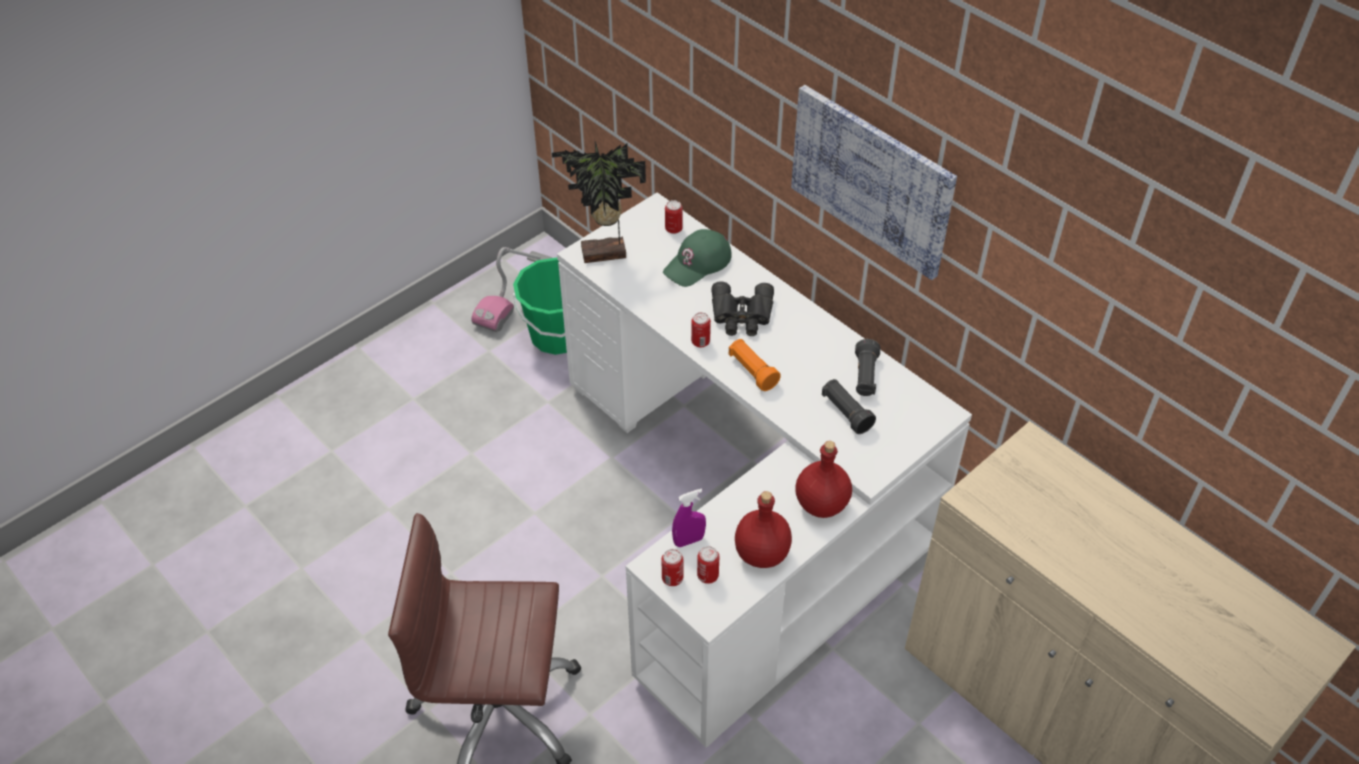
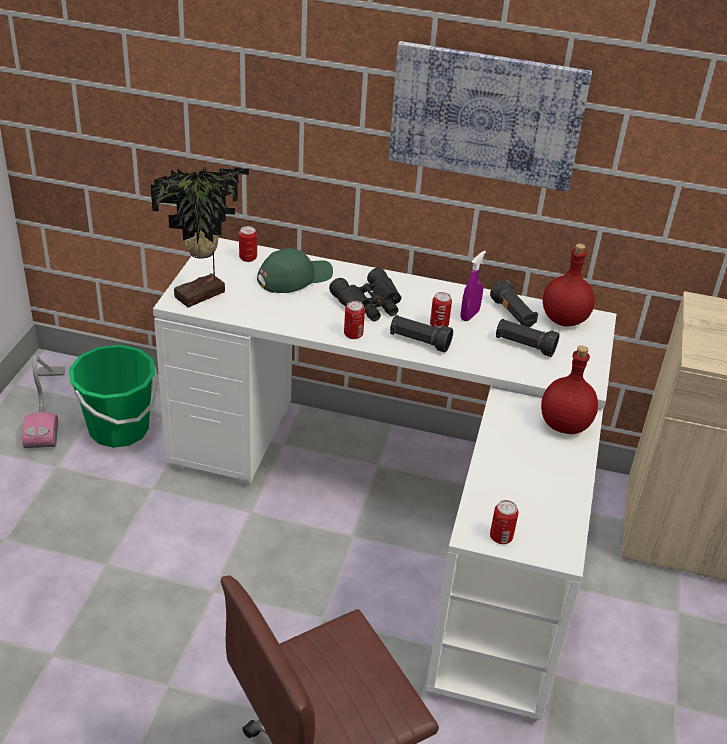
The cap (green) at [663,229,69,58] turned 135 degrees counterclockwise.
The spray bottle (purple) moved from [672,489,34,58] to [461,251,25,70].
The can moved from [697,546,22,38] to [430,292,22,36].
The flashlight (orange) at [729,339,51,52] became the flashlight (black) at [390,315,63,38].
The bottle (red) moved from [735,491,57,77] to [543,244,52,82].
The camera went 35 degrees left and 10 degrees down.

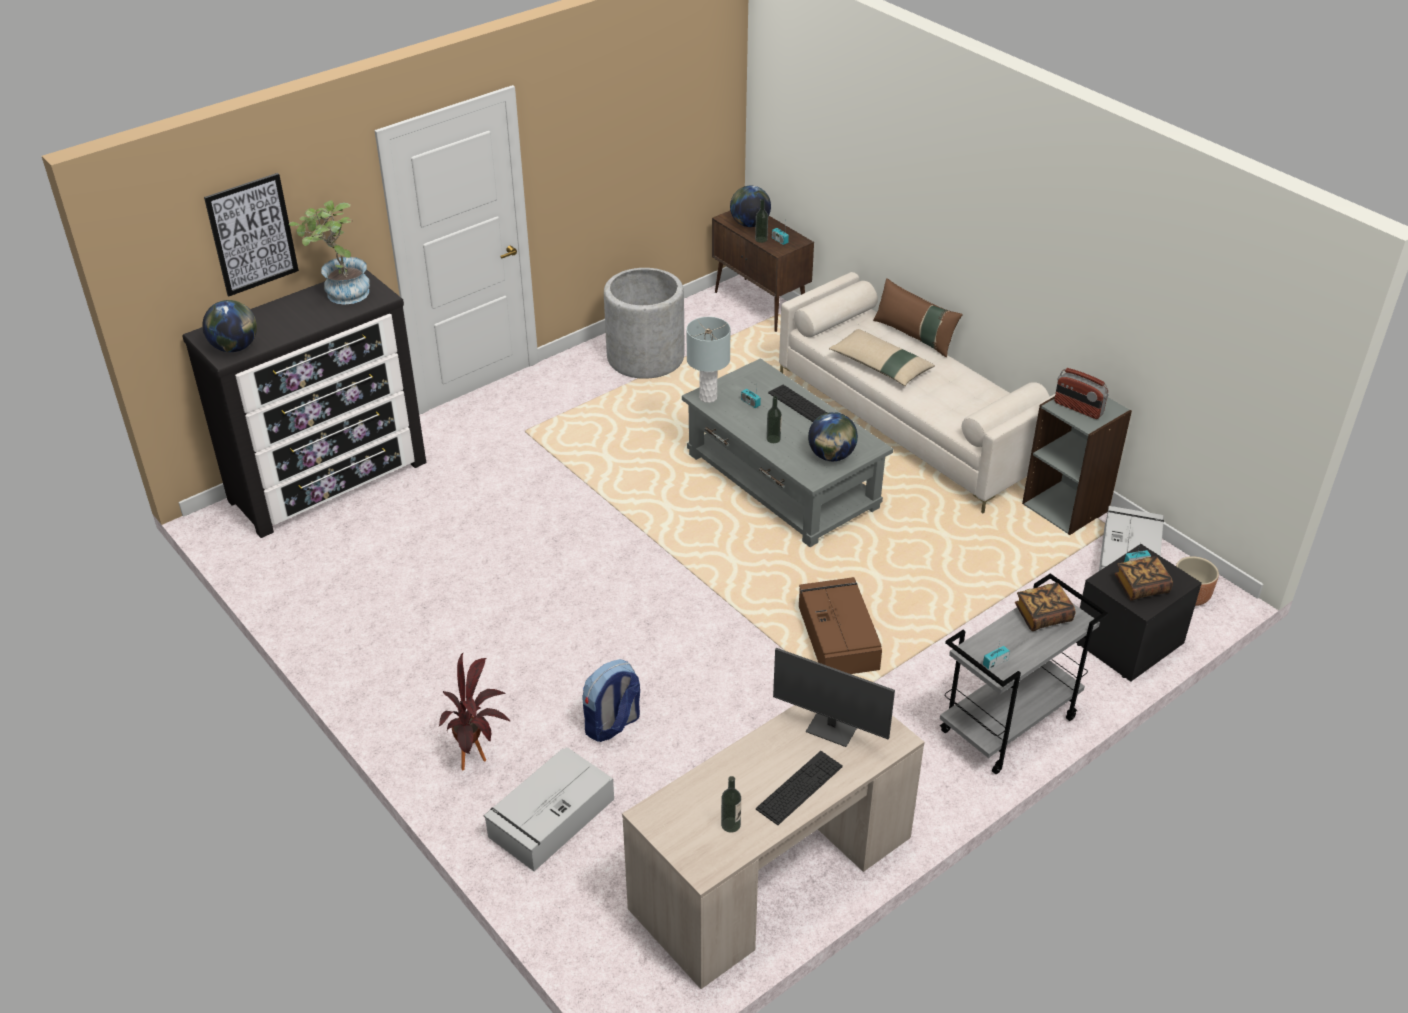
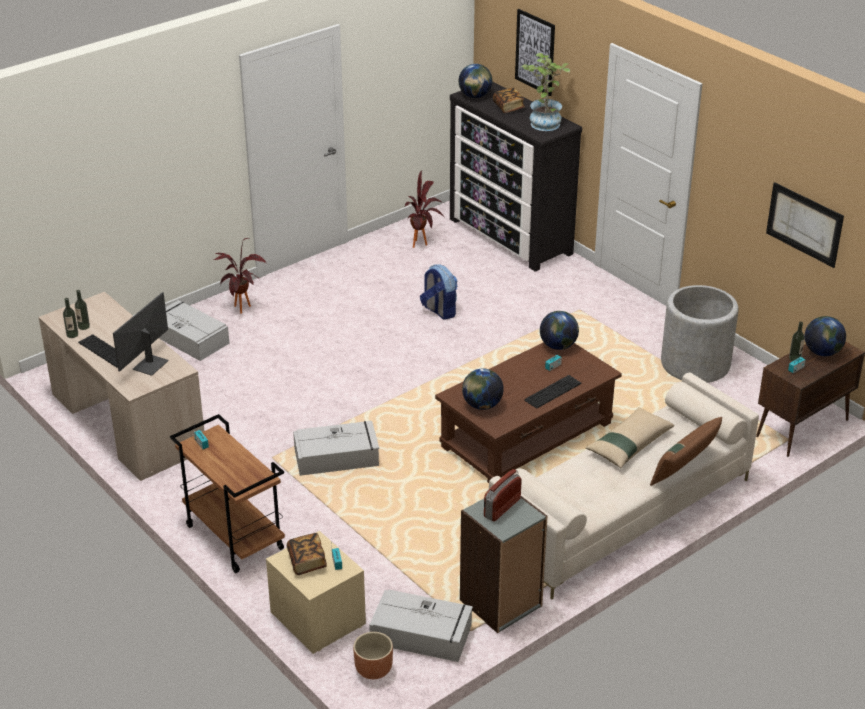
The backpack moved from [582,659,58,83] to [420,264,37,56].
The coffee table (grey) at [682,358,211,189] became the coffee table (brown) at [435,342,187,141].
The table lamp (grey) at [686,317,45,86] was replaced by the globe at [540,311,39,39].
The bottle moved from [766,396,16,47] to [63,298,15,40].
The storage box (brown) at [799,577,83,97] became the storage box (grey) at [293,421,86,55].
The cart (grey) at [940,573,168,201] became the cart (brown) at [170,414,115,159].
The book moved from [1015,583,61,48] to [493,88,32,25].
The nightstand (black) at [1076,544,126,138] became the nightstand (beige) at [266,531,100,123].
The potted plant at [404,170,40,78] appeared.
The picture at [766,182,78,86] appeared.
The camera went 90 degrees right and 5 degrees down.

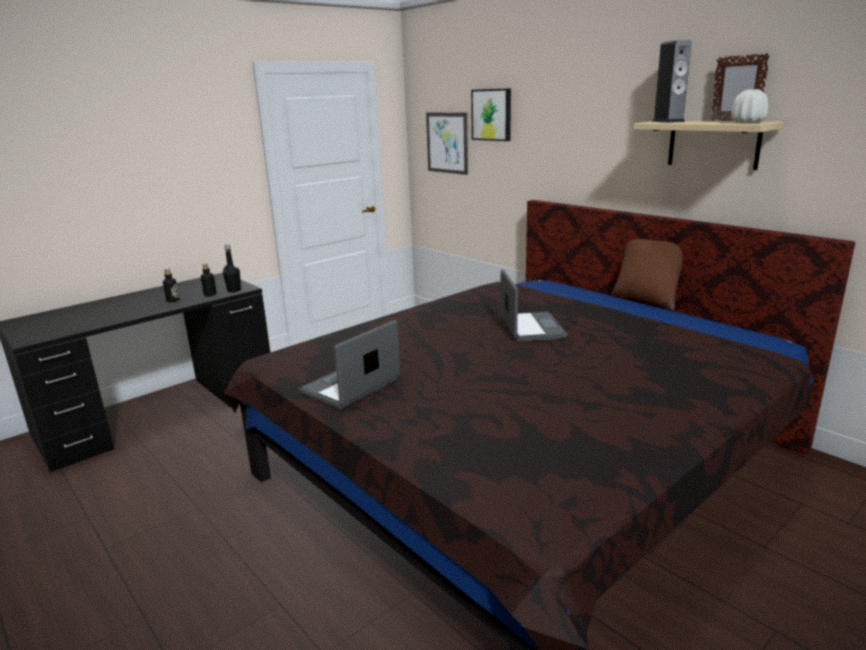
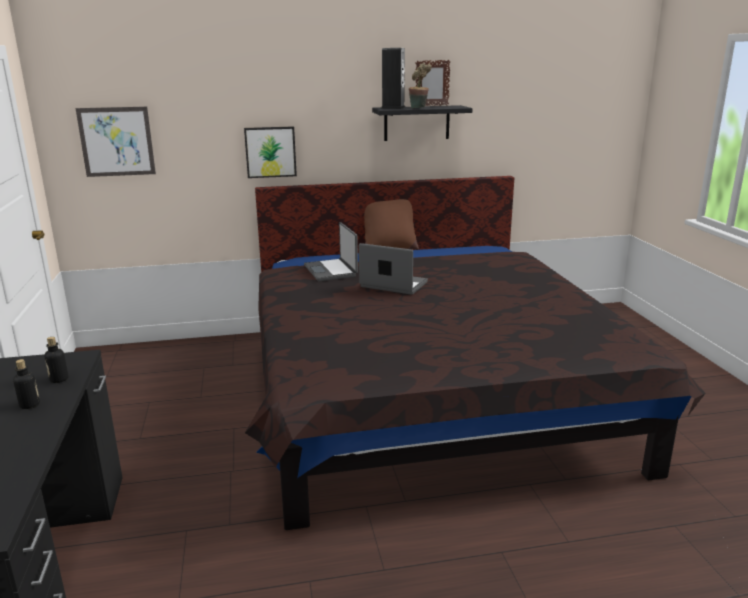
The bottle (black) at [223,244,18,48] disappeared.
The laptop moved from [299,320,101,89] to [304,222,54,59].
The picture moved from [471,88,40,53] to [244,126,53,52].
The shelf (beige) at [633,121,150,49] became the shelf (black) at [372,105,101,36].
The vase (white) at [731,89,37,34] disappeared.
The potted plant at [409,63,23,45] appeared.
The camera went 60 degrees left and 0 degrees up.

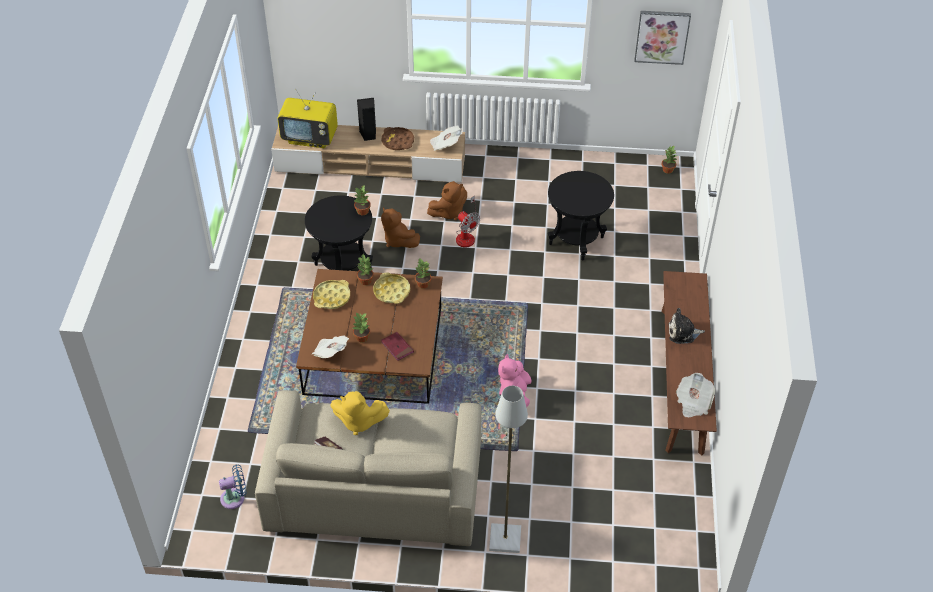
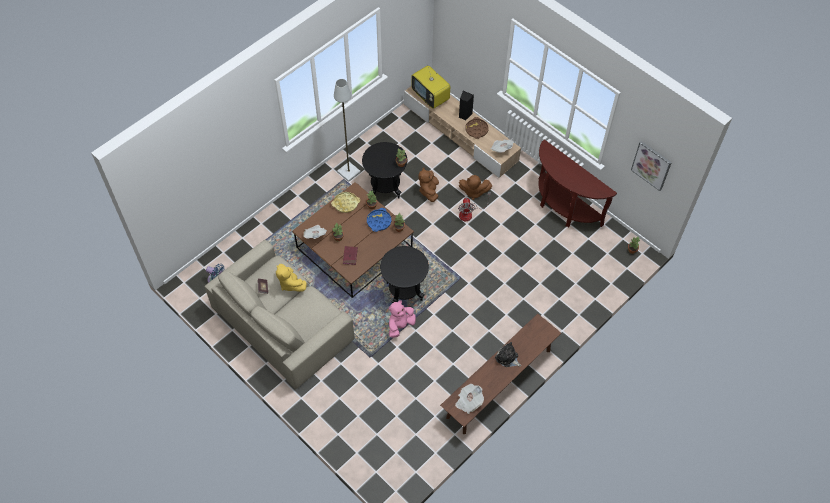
The tray (yellow) at [373,272,37,32] became the tray (blue) at [367,208,24,24].
The floor lamp (grey) moved from [489,386,39,167] to [334,79,27,103].
The side table (black) moved from [548,171,66,89] to [380,246,49,57].
The console table (brown) at [538,139,79,88] appeared.
The camera went 40 degrees right and 10 degrees up.

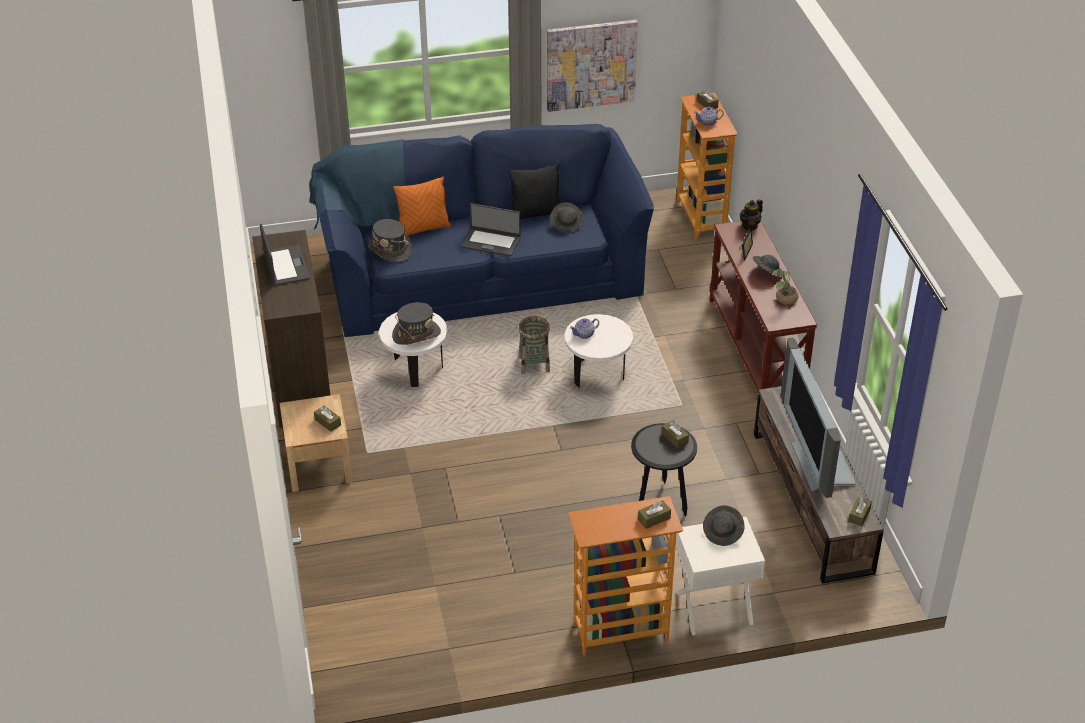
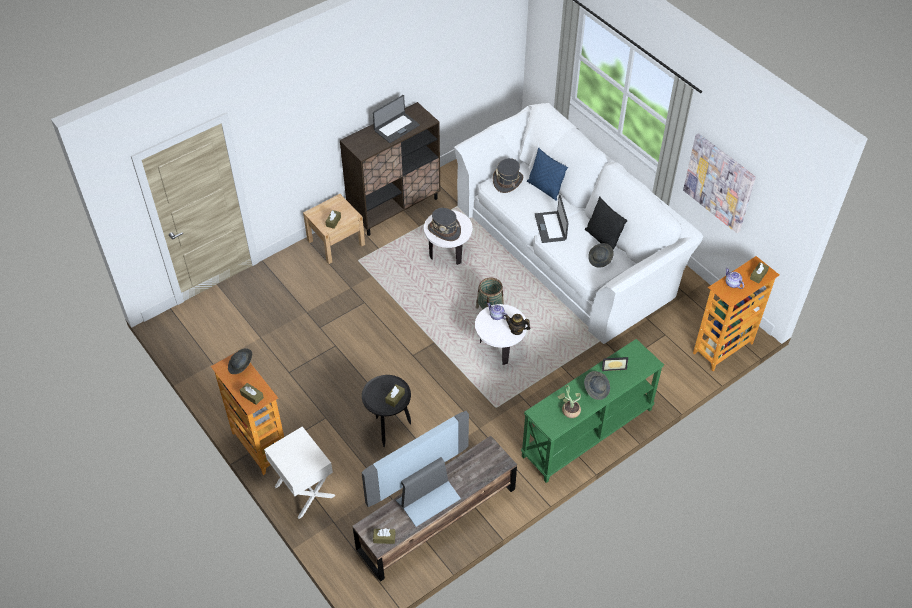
The sofa (blue) at [309,124,345,213] became the sofa (white) at [454,103,249,241].
The pillow (orange) at [393,176,58,60] became the pillow (blue) at [527,148,41,53].
The hat (grey) moved from [703,505,42,41] to [228,348,24,26].
The console table (brown) at [709,221,108,170] became the console table (green) at [521,339,143,144].
The teapot moved from [740,199,23,31] to [505,314,26,21].
The camera went 65 degrees right and 10 degrees up.

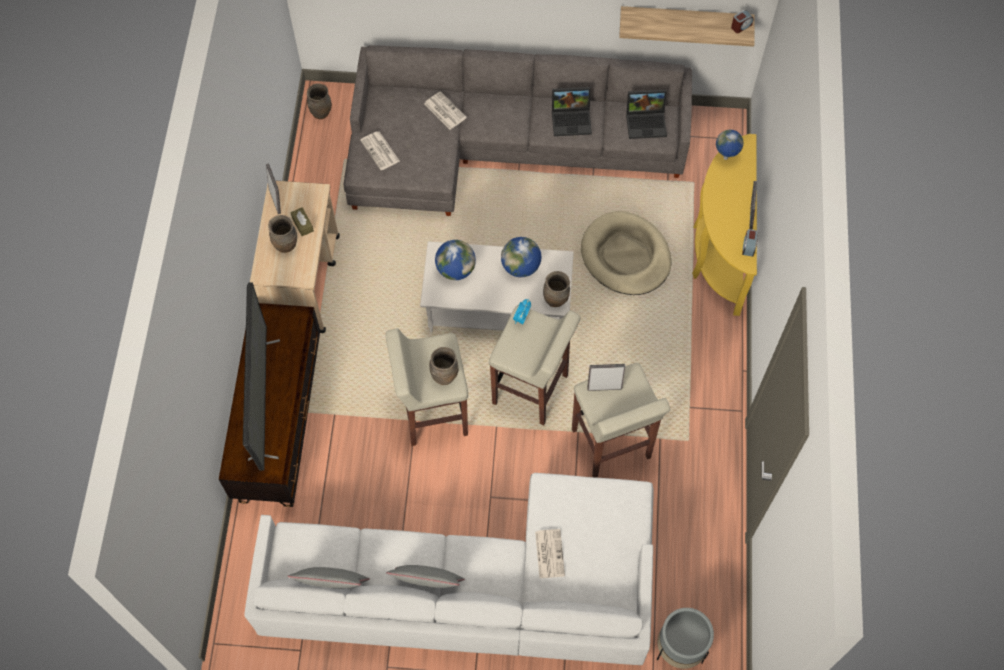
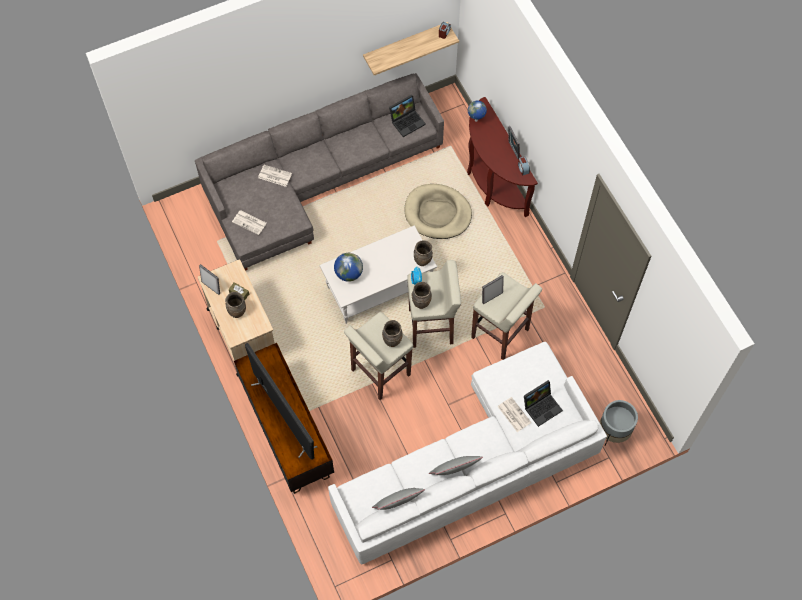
The vase (brown) moved from [307,83,25,36] to [411,282,21,27].
The globe at [501,237,40,40] disappeared.
The laptop moved from [552,87,40,49] to [524,380,39,47].
The console table (yellow) at [692,134,65,182] became the console table (brown) at [467,97,71,120].
The camera went 30 degrees left and 0 degrees up.

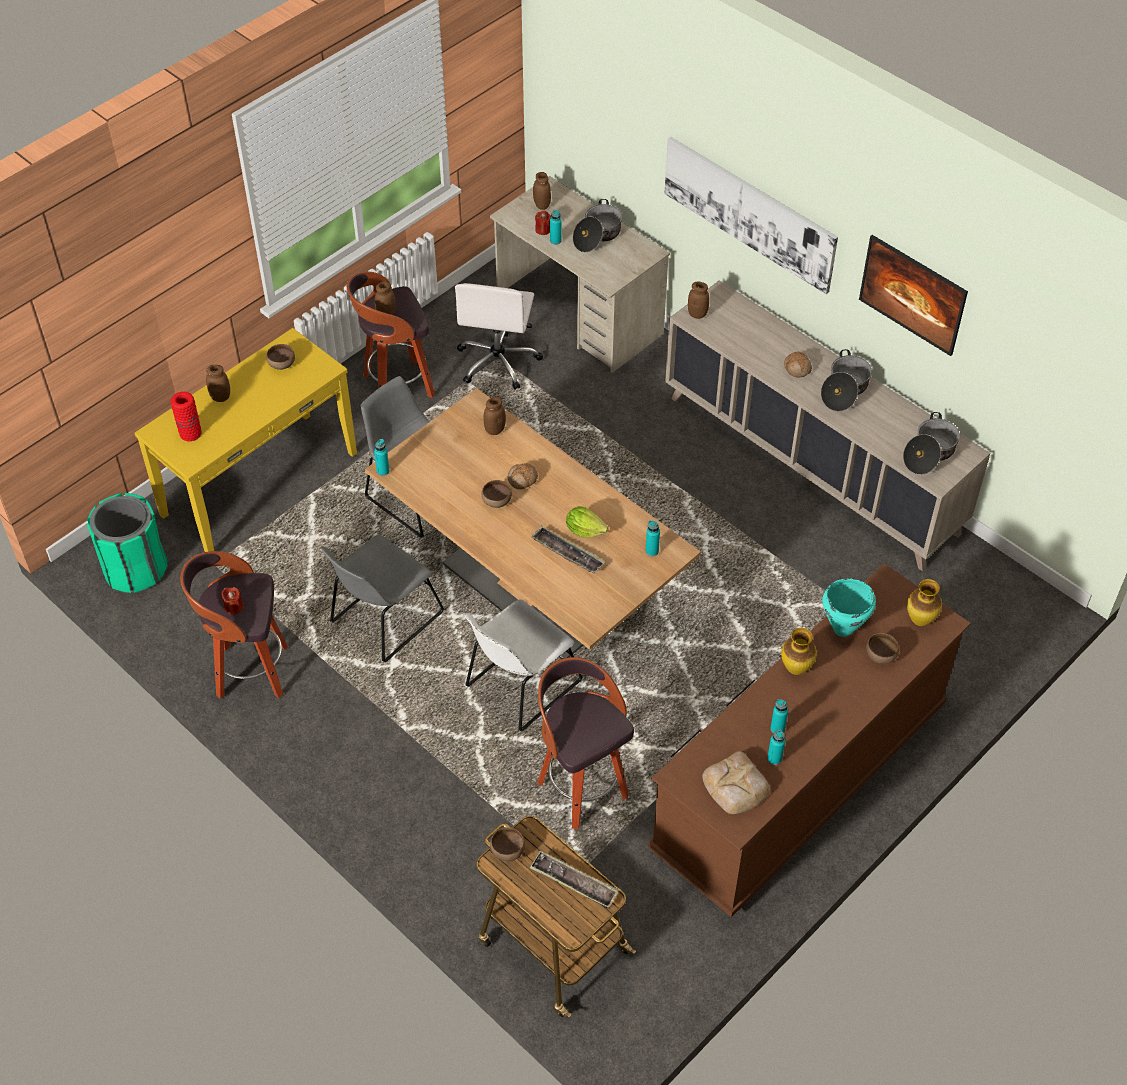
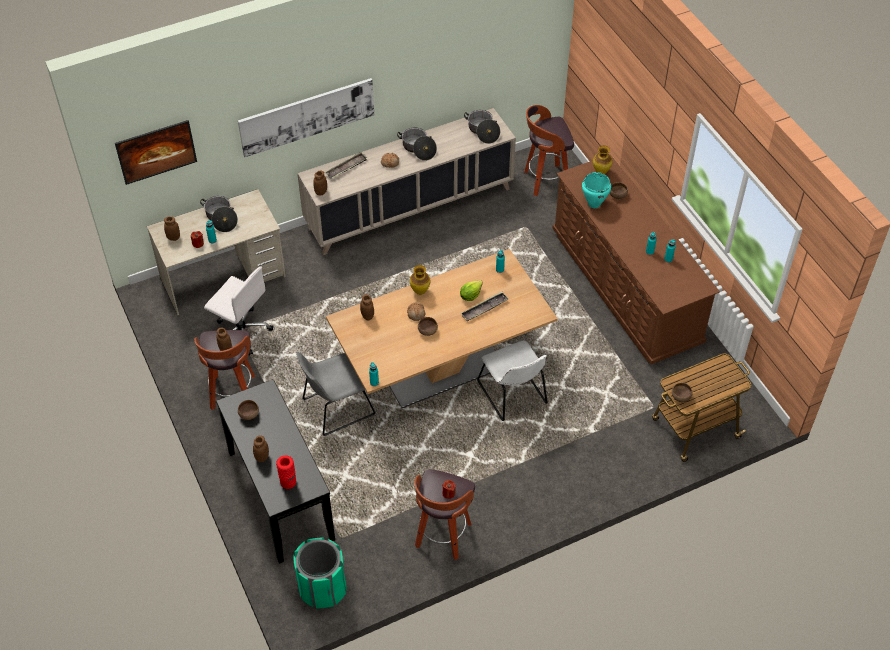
The console table (yellow) at [135,328,222,224] became the console table (black) at [216,379,119,185].
The chair (grey) at [321,535,123,127] disappeared.
The tray moved from [530,851,89,57] to [325,151,43,28].
The stool moved from [537,657,97,172] to [524,105,50,91].
The bread at [702,751,68,63] disappeared.
The vase moved from [781,628,36,47] to [410,265,20,30].
The picture moved from [859,235,109,121] to [115,120,82,65].
The camera went 70 degrees left and 0 degrees up.

